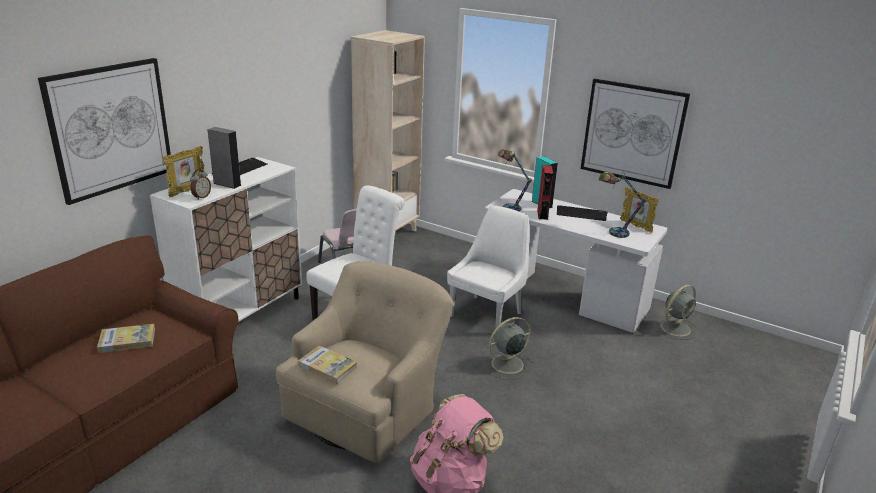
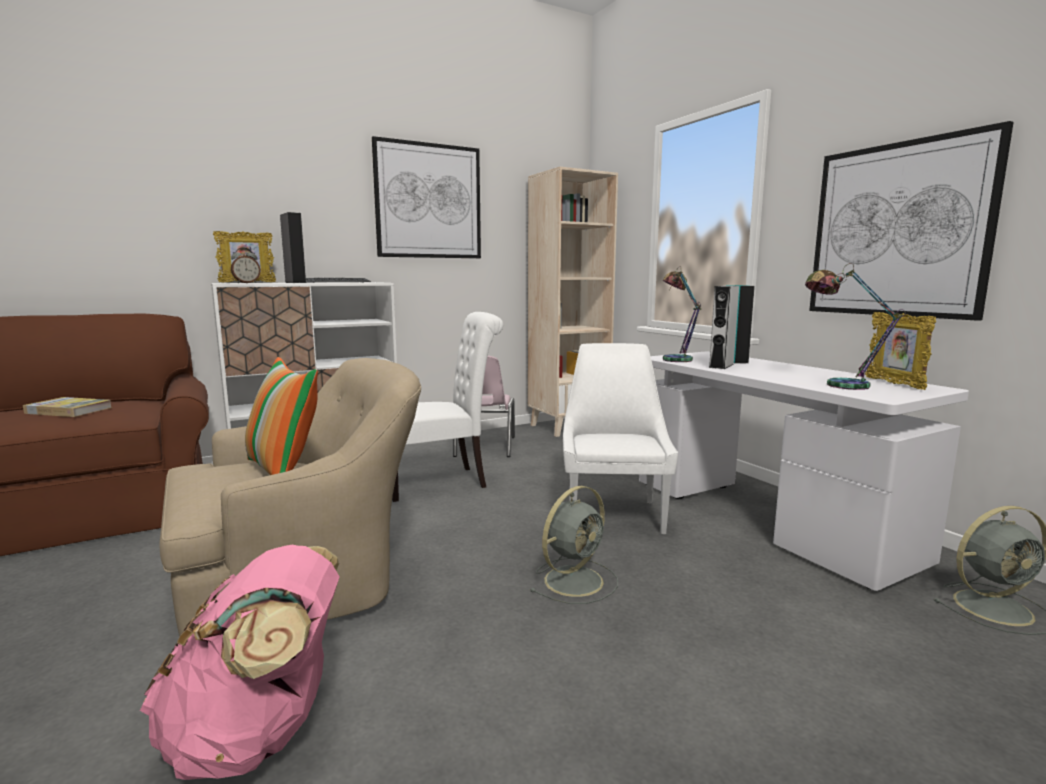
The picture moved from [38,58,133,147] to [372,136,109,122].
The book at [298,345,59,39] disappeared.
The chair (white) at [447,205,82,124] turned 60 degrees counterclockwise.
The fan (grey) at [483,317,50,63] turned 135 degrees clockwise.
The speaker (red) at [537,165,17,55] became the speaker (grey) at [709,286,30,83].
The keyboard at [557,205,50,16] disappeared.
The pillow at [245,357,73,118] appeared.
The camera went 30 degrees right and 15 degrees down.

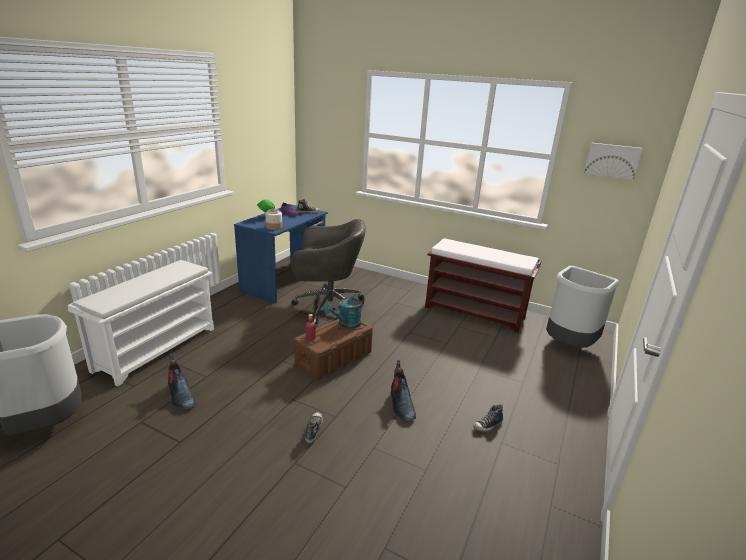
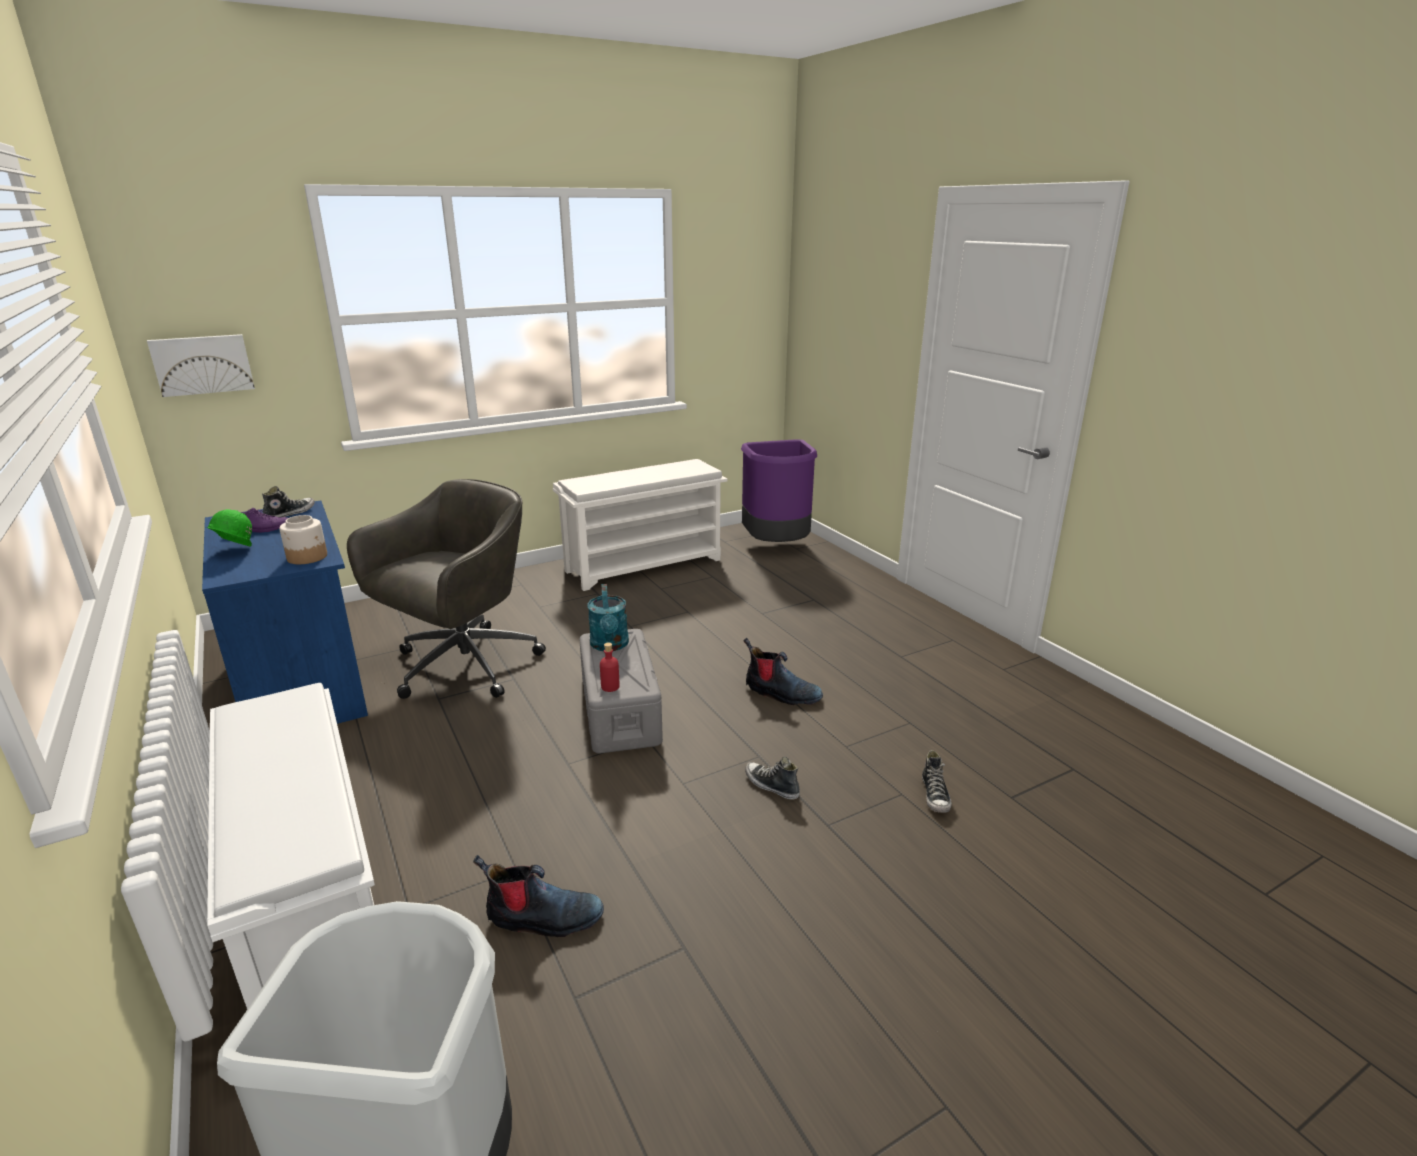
The storage box (brown) at [294,319,79,61] became the storage box (grey) at [579,629,84,124].
The bench (brown) at [425,238,117,95] was replaced by the shoe rack (white) at [553,459,174,132].
The shoe moved from [473,404,30,28] to [922,750,30,63].
The trash can (grey) at [546,266,73,82] became the trash can (purple) at [741,439,76,103].
The picture moved from [584,143,59,37] to [147,334,108,63].
The camera went 55 degrees left and 0 degrees up.

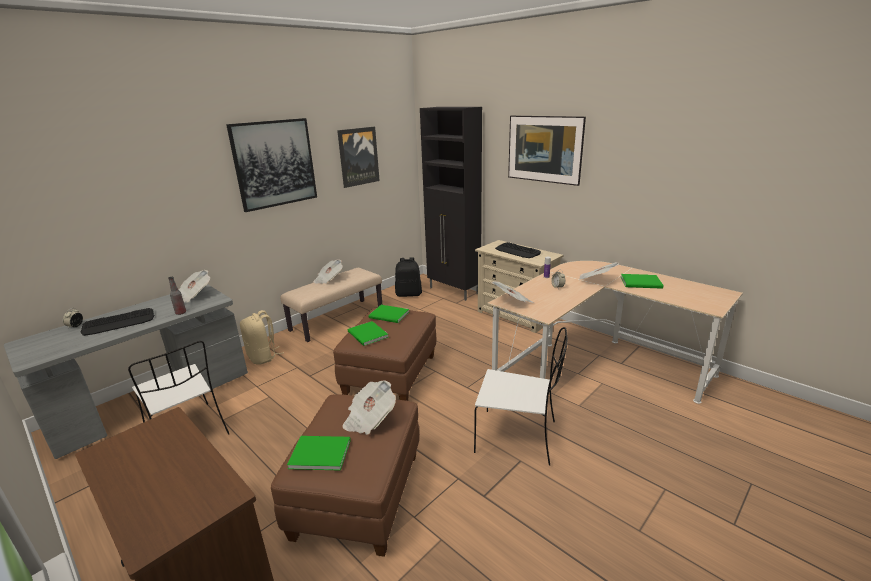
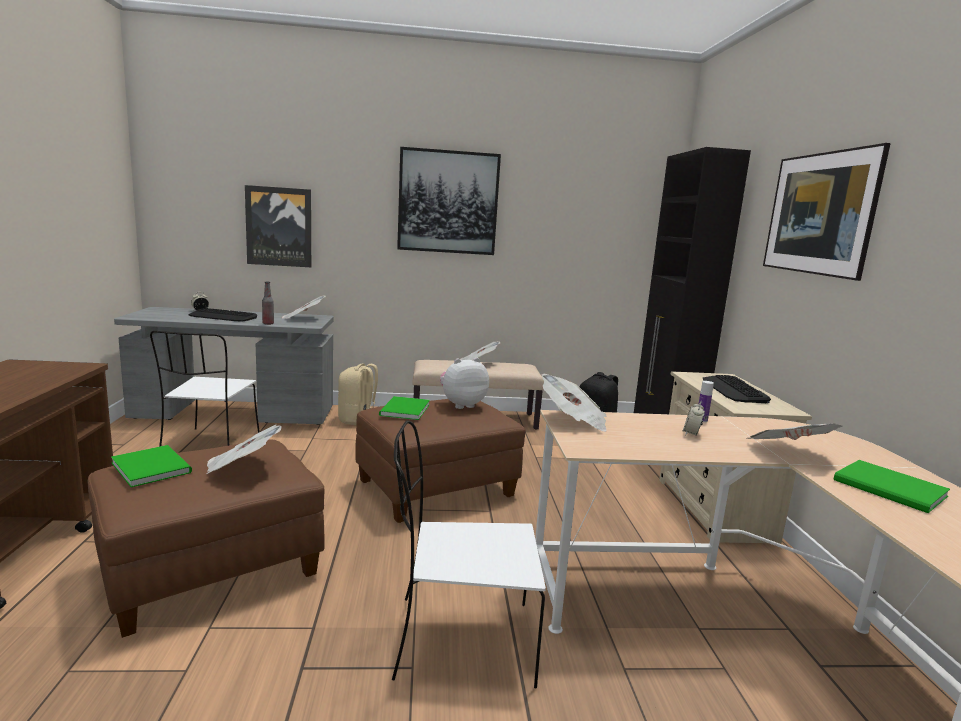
The picture moved from [337,127,43,61] to [245,185,66,82].
The book (green) at [368,305,41,18] was replaced by the plush toy at [440,358,49,51].
The chair (white) at [474,327,94,139] turned 120 degrees clockwise.
The camera went 40 degrees right and 10 degrees down.

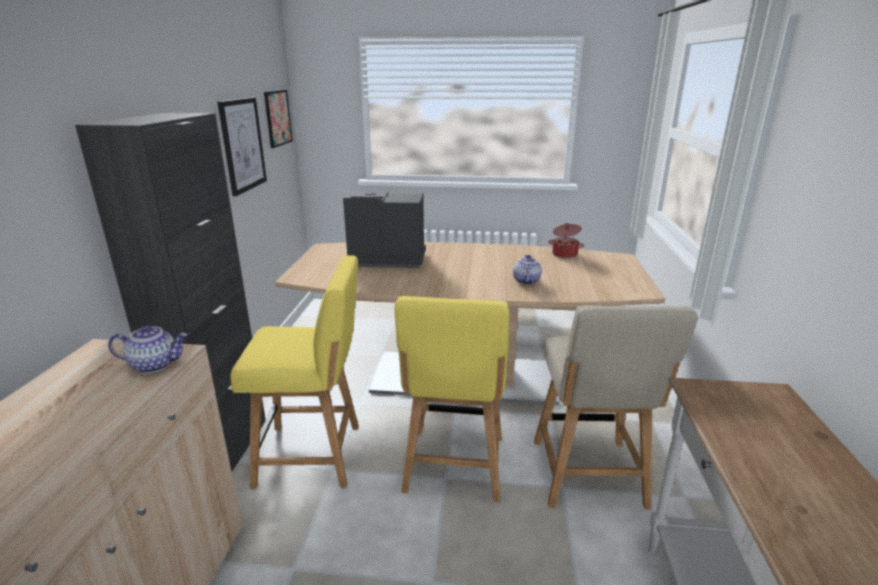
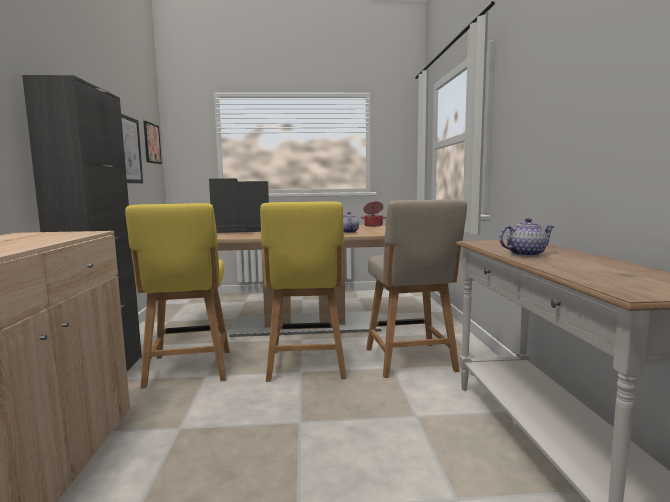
The teapot moved from [108,325,80,48] to [499,218,55,38].
The chair (yellow) at [230,255,129,234] turned 90 degrees clockwise.
The camera went 10 degrees left and 15 degrees down.

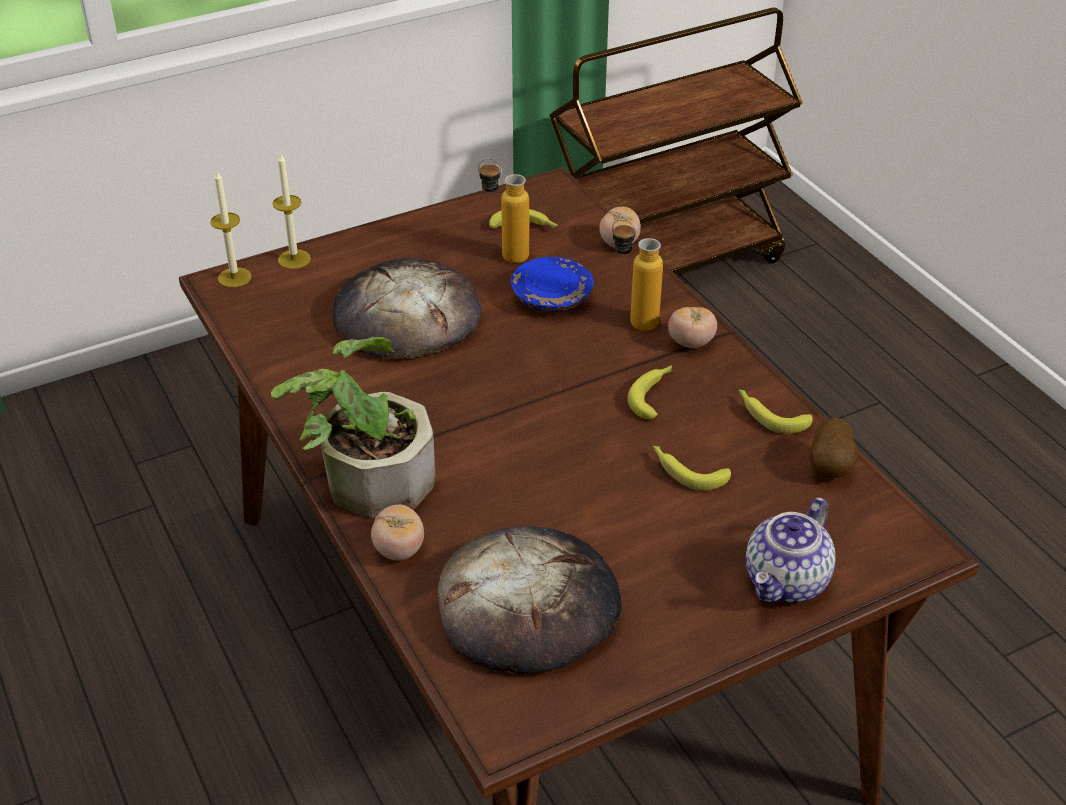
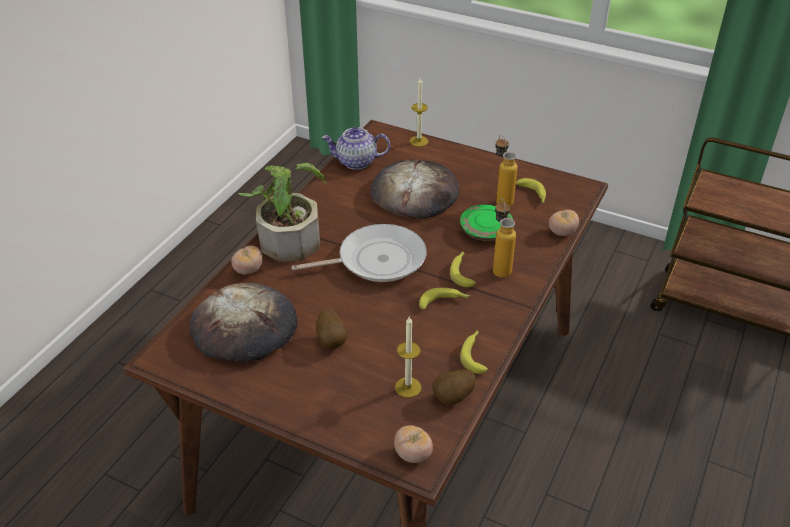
The candle moved from [210,171,42,117] to [395,317,26,81].
The plate (blue) at [511,257,83,54] became the plate (green) at [460,204,53,37].
The banana moved from [653,446,78,45] to [450,251,26,36].
The tomato moved from [668,307,49,41] to [394,425,39,38].
The teapot moved from [746,497,89,106] to [322,127,68,43].
The frying pan at [291,224,136,58] appeared.
The potato at [316,310,31,39] appeared.
The camera went 55 degrees right and 0 degrees up.

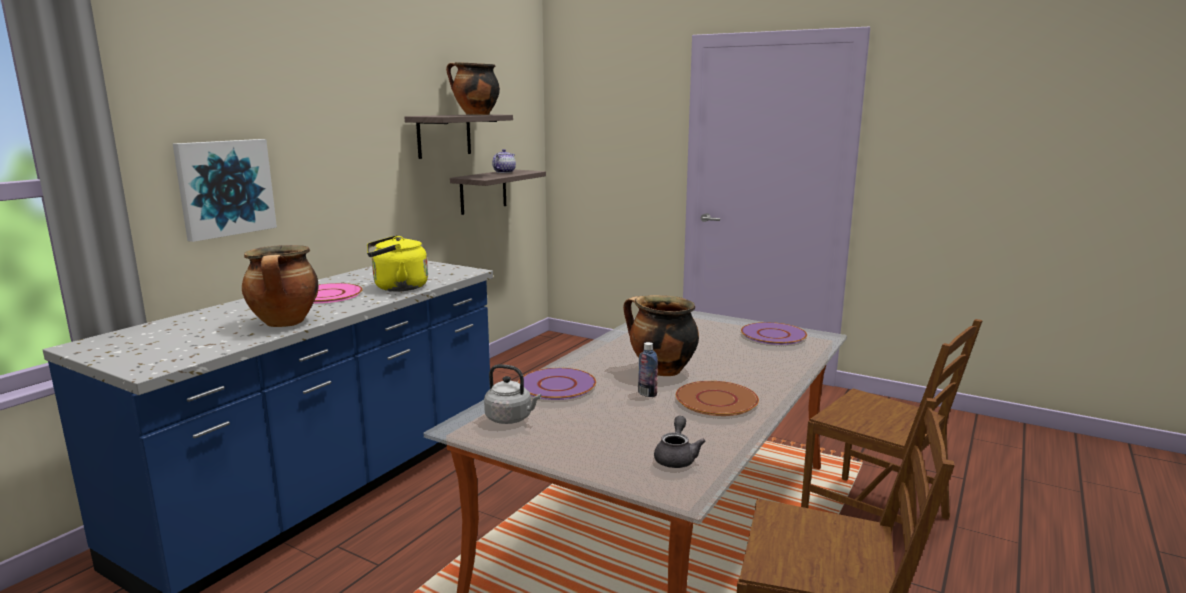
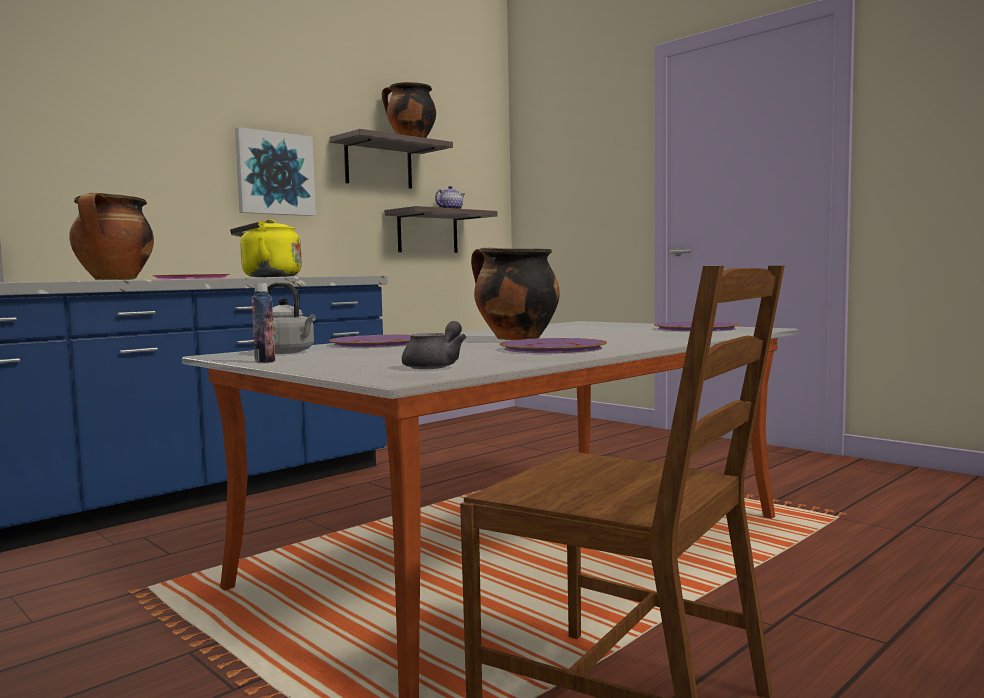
The picture moved from [173,139,104,103] to [235,127,81,89].
The bottle moved from [638,342,20,55] to [252,283,23,80].
The plate (brown) at [676,381,83,35] became the plate (purple) at [499,338,108,15].
The chair (brown) at [801,319,182,209] disappeared.
The camera went 15 degrees right and 10 degrees down.

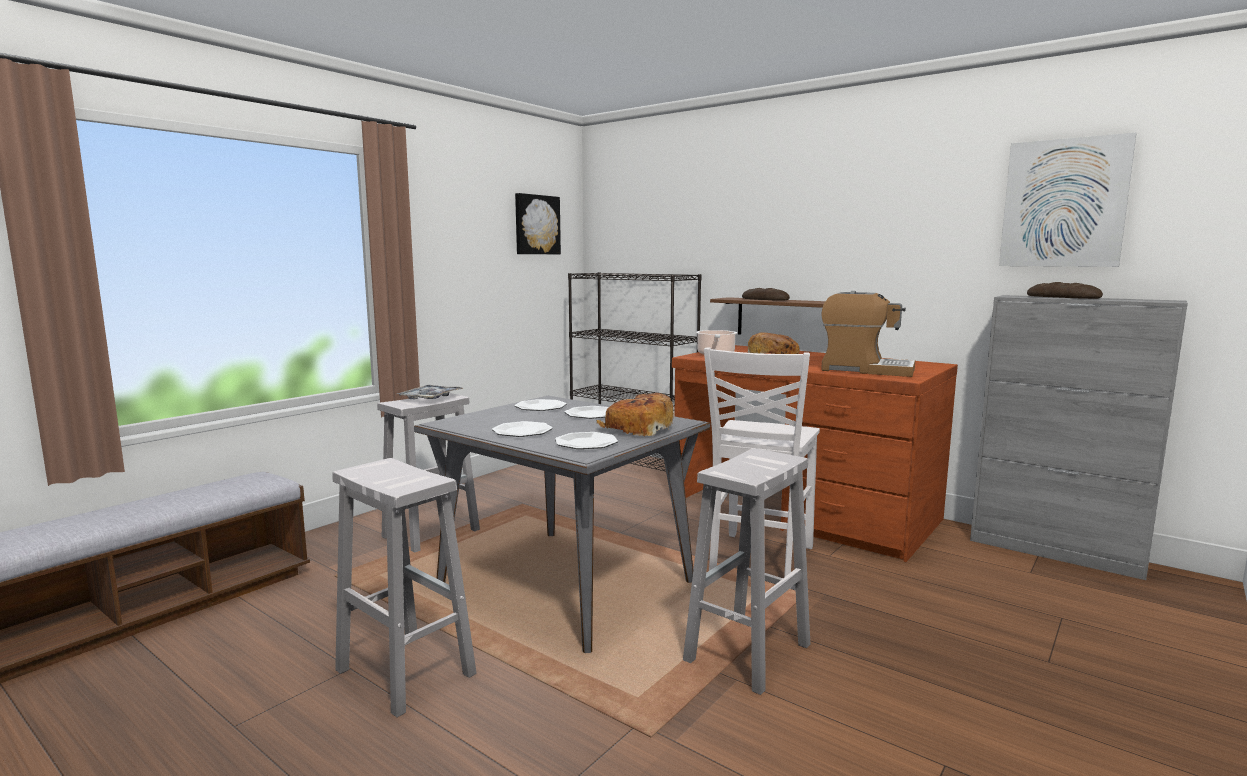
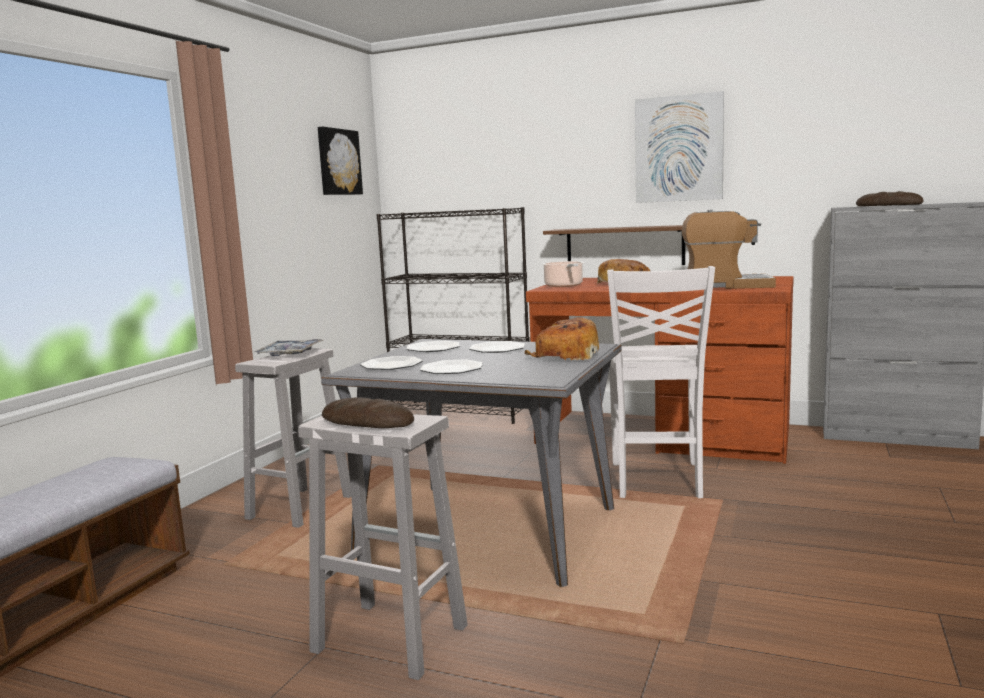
The plate moved from [555,432,63,17] to [360,356,63,14].
The stool (white) at [683,448,127,247] disappeared.
The bread moved from [742,288,48,13] to [322,397,92,31].
The picture moved from [999,132,137,135] to [635,91,89,112].
The camera went 15 degrees left and 0 degrees up.

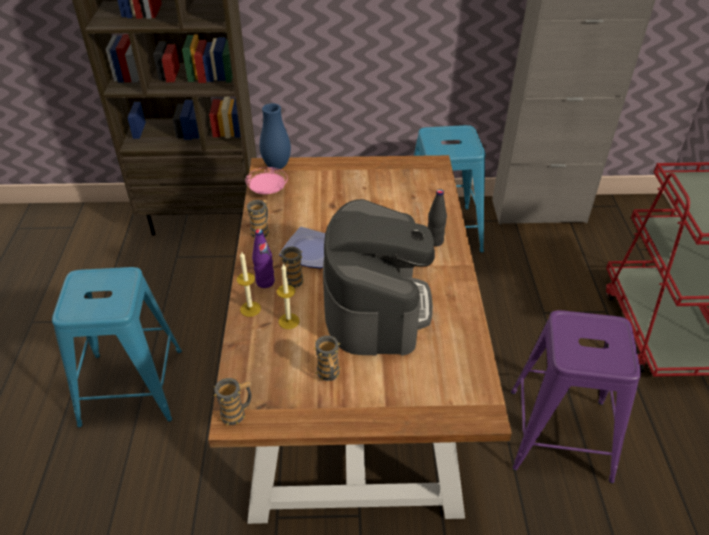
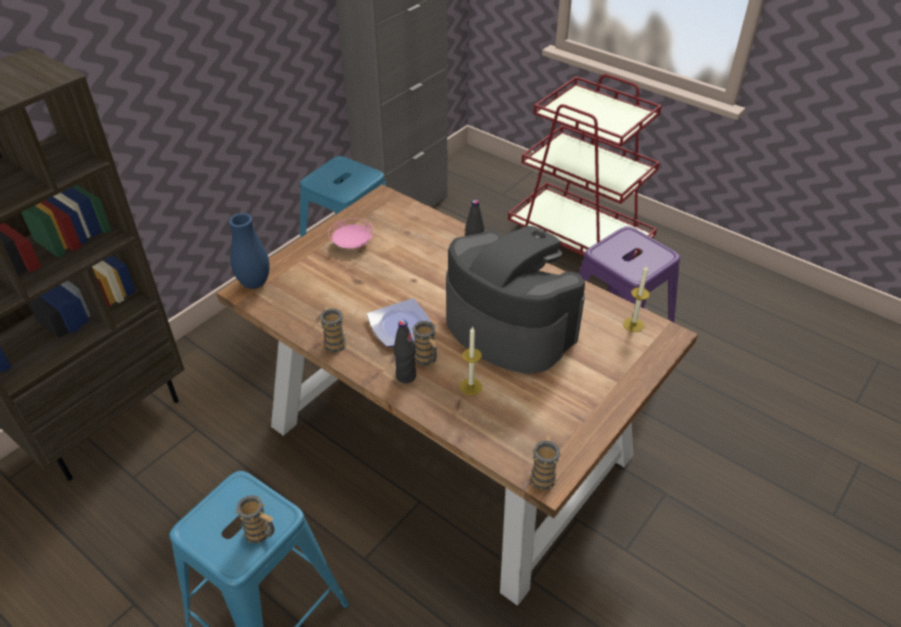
The candle moved from [237,252,24,65] to [623,265,27,67].
The plate (pink) moved from [246,167,41,27] to [328,218,46,31].
The bottle (purple) at [252,229,23,59] became the bottle (black) at [394,320,22,63].
The mug moved from [314,335,27,46] to [234,495,40,49].
The camera went 50 degrees left and 0 degrees up.

